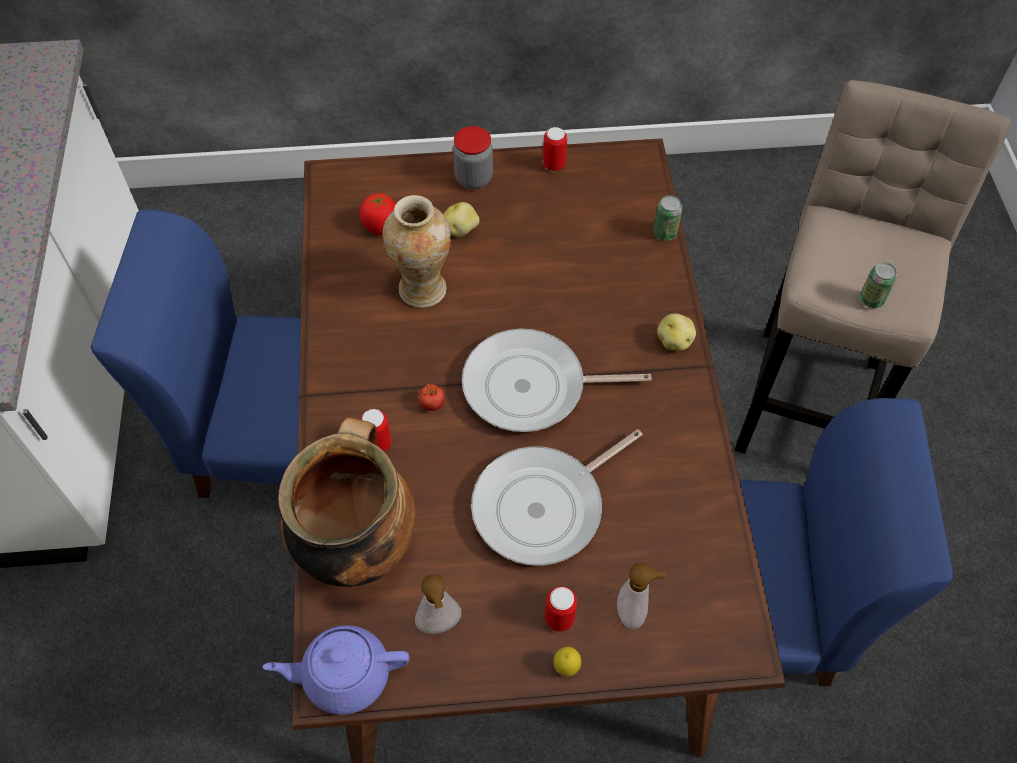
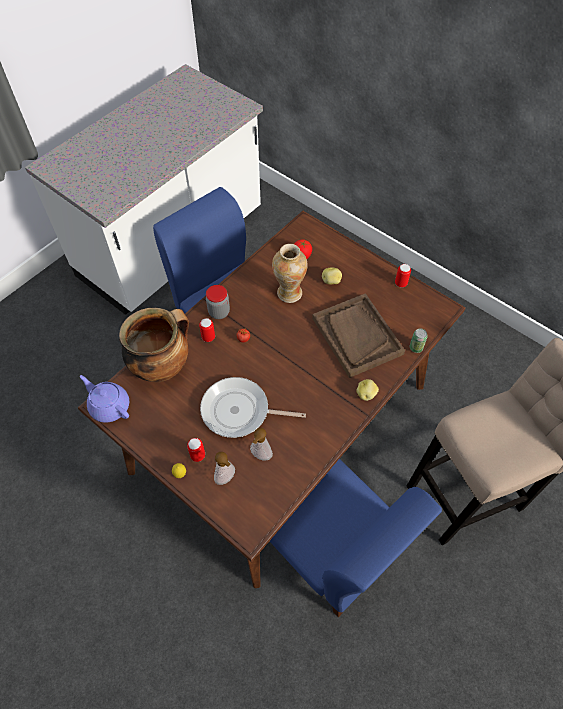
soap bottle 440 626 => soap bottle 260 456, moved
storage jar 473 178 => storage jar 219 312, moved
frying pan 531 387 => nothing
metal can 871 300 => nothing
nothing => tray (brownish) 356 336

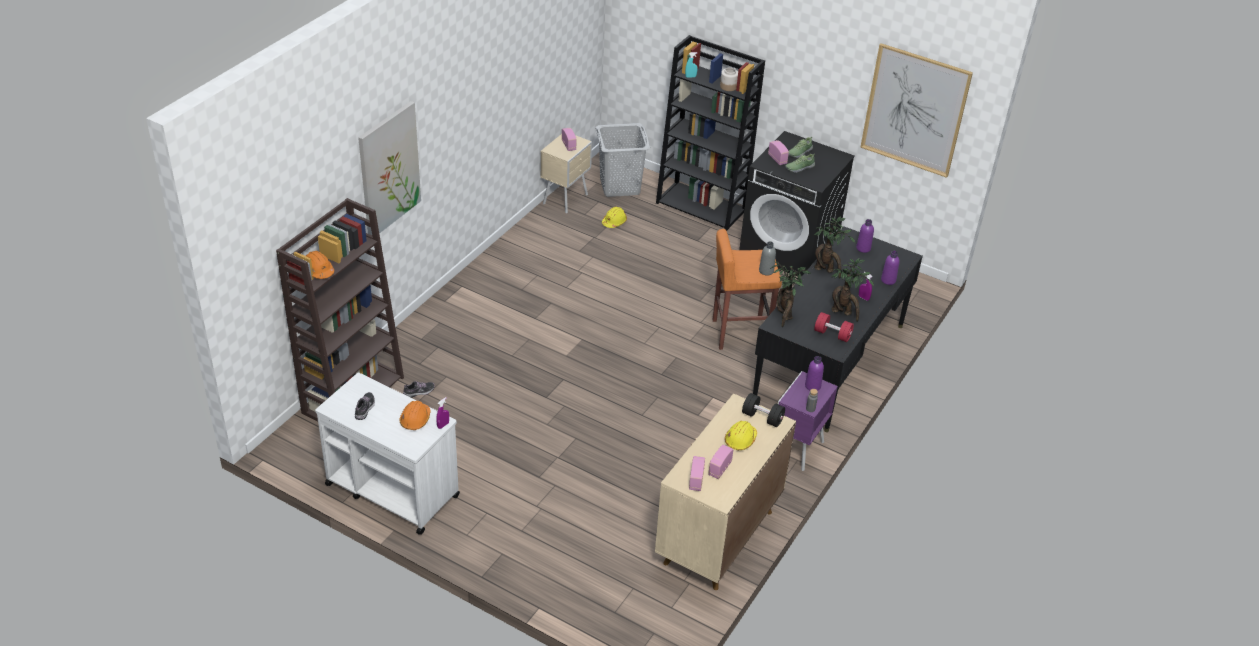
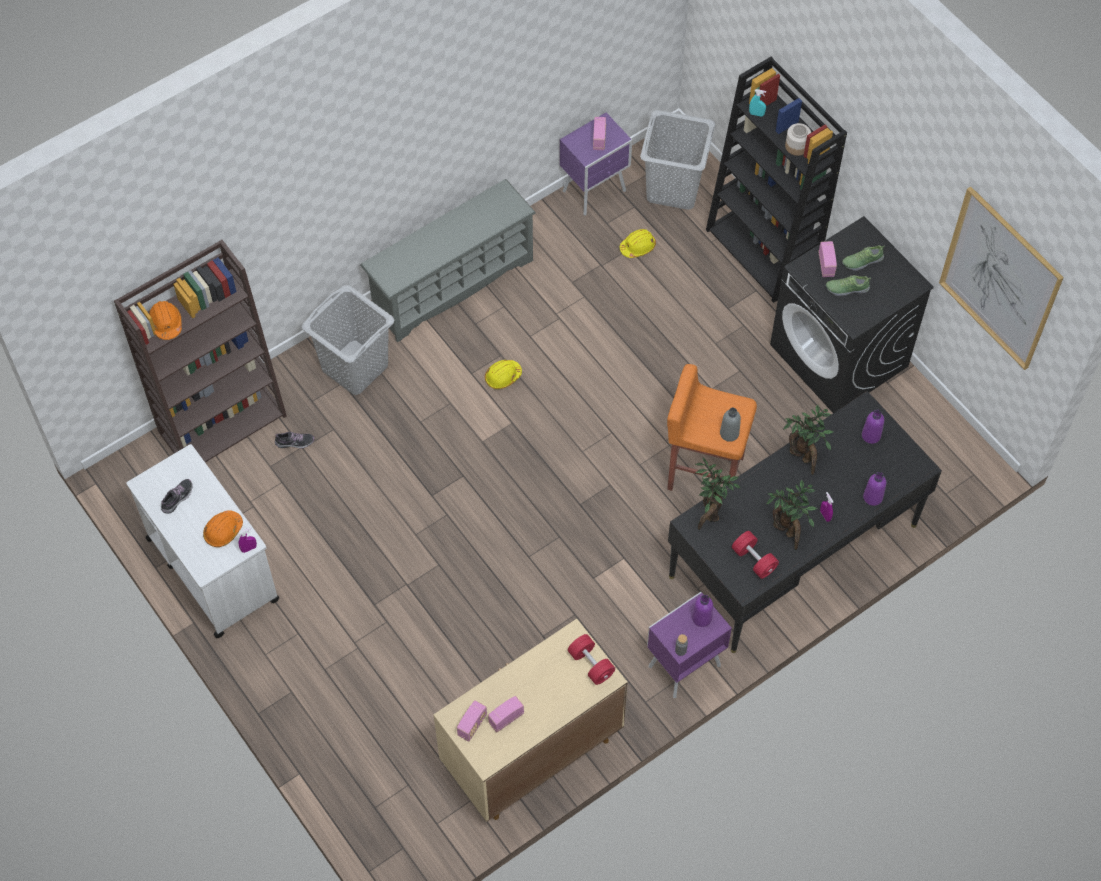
wall art 389 169 => nothing
bedside table (sand-coloured) 566 199 => bedside table (purple-coloured) 596 191
hard hat (yellowish) 740 440 => hard hat (yellowish) 503 377, moved
dumbbell (black) 762 417 => dumbbell (reddish) 591 664
nothing => laundry basket (greyish) 355 367
nothing => shoe rack (greyish) 452 283

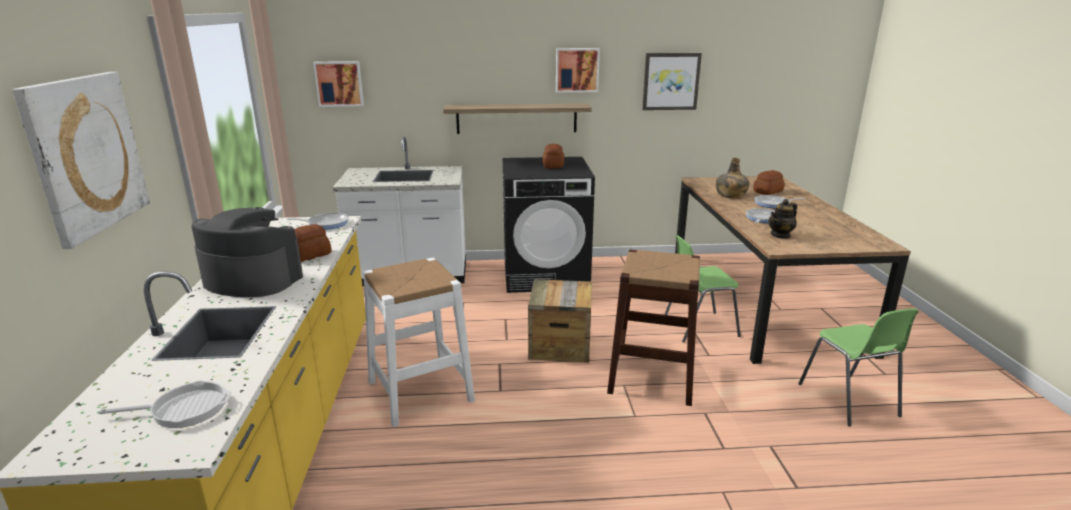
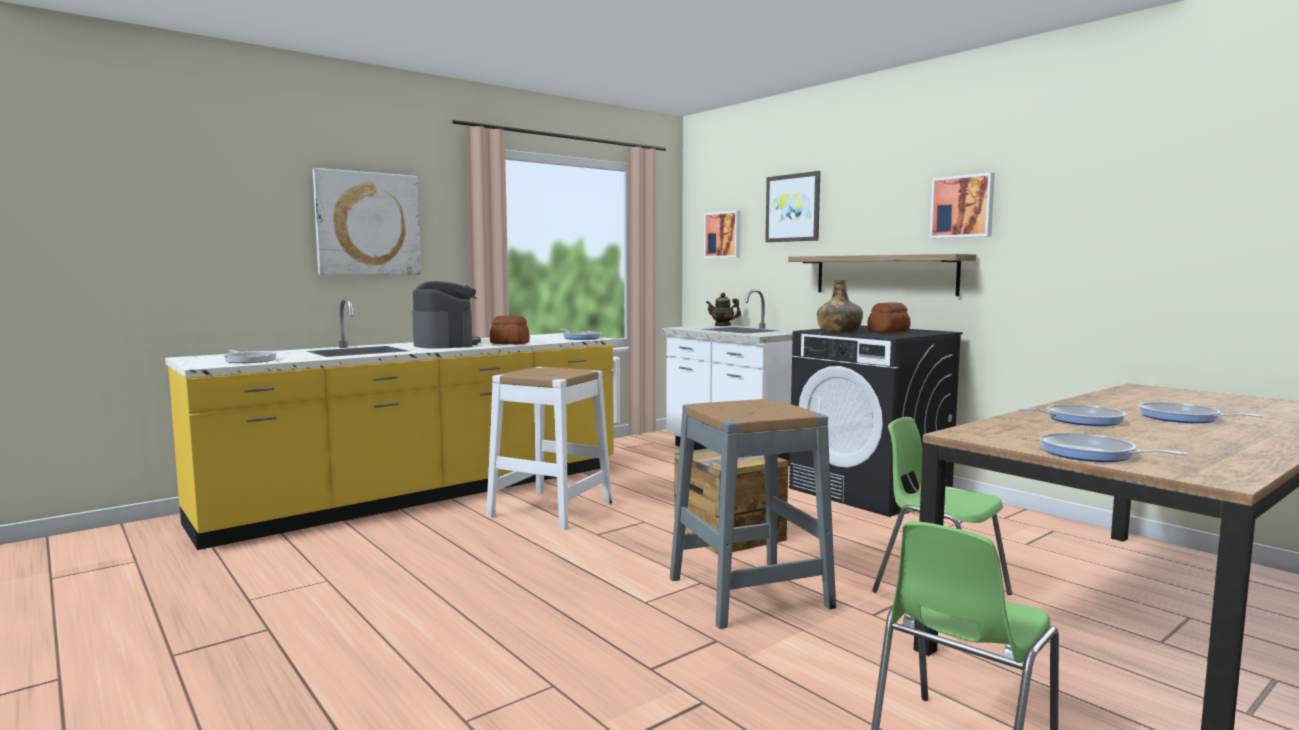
stool seat (brownish) 652 376 => stool seat (greyish) 749 592
wall art 671 81 => wall art 793 208, moved
bottle (greenish) 730 195 => bottle (greenish) 838 331, moved
bread 767 191 => nothing
pot for tea 780 235 => pot for tea 722 325, moved
nothing => frying pan 1092 454

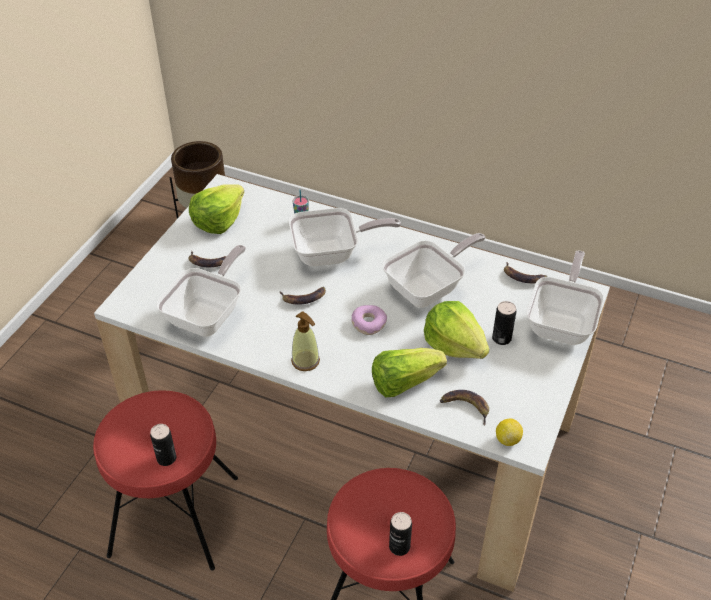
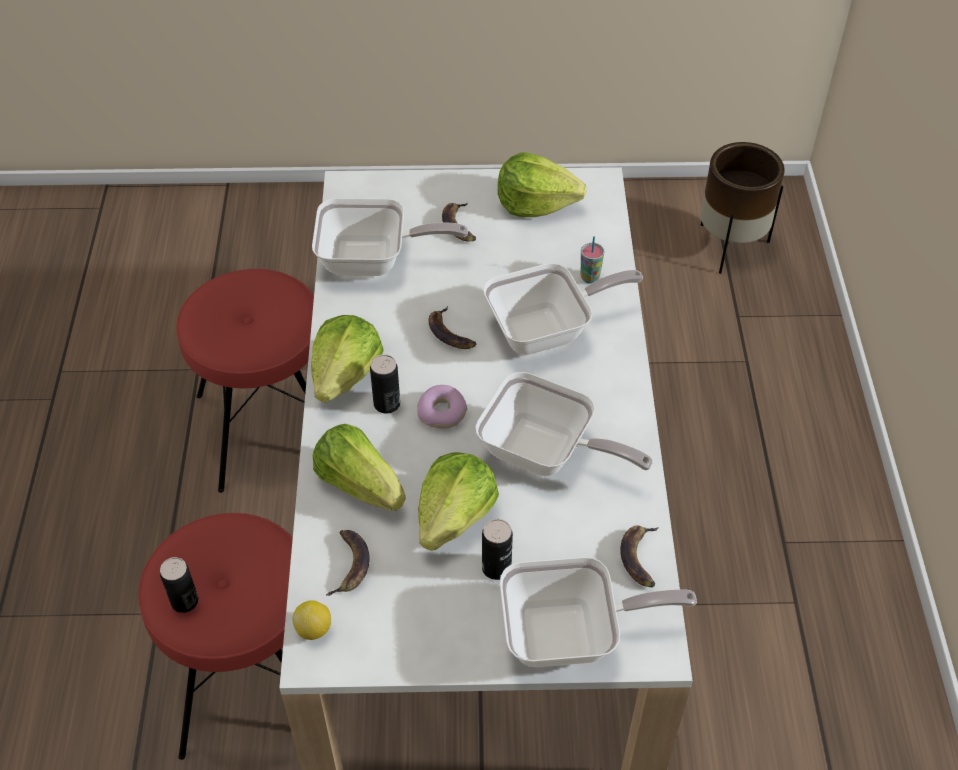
metal can 166 458 => metal can 387 404, moved
frying pan 332 254 => frying pan 547 330, 75 degrees counterclockwise
soap bottle 305 361 => lettuce 346 375

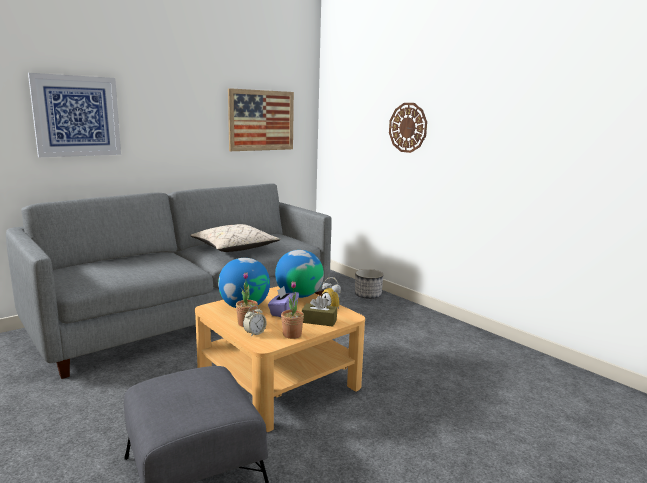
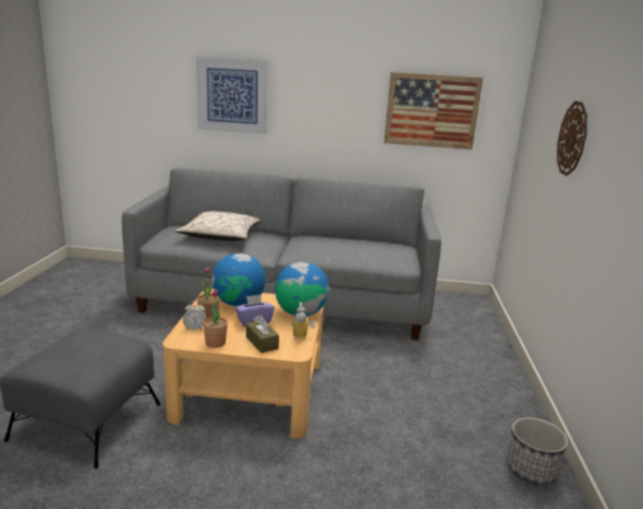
pillow (sand-coloured) 234 248 => pillow (sand-coloured) 220 237, moved
flower pot 368 295 => flower pot 531 470, moved

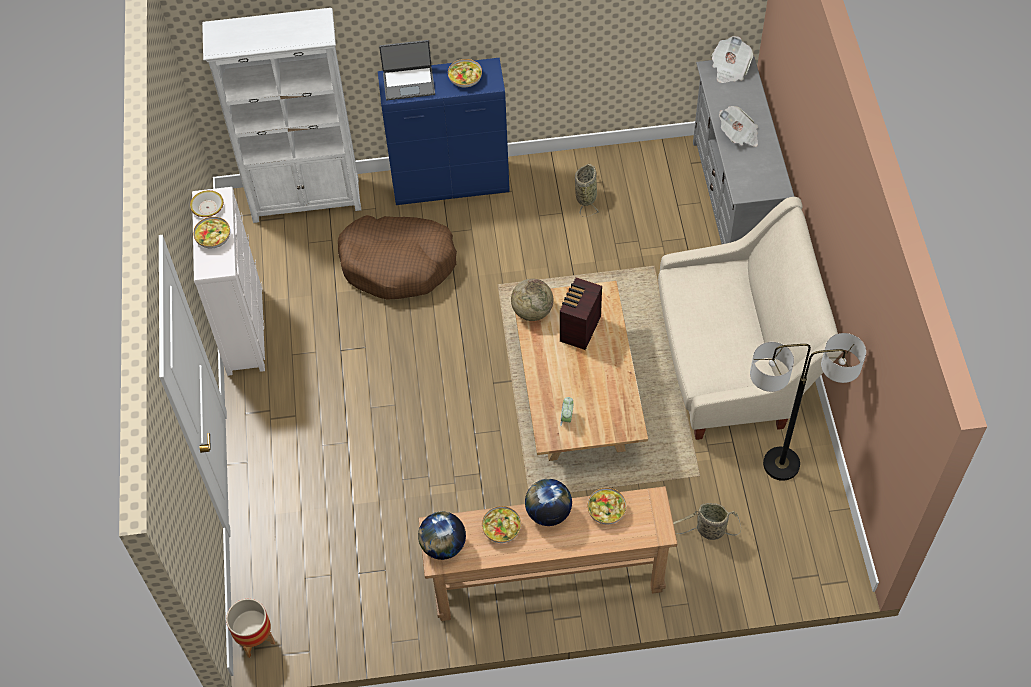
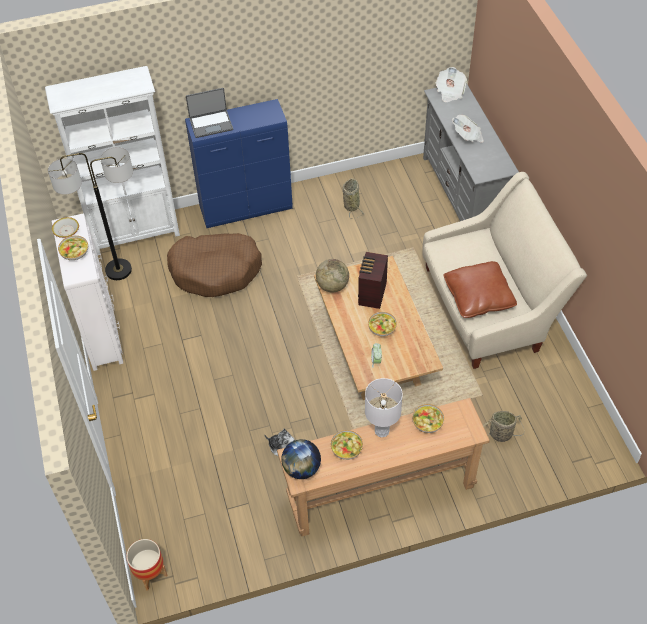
bowl 465 79 => bowl 382 328, moved
globe 548 512 => tabletop lamp (white) 381 431
standing lamp 781 464 => standing lamp 118 270, moved
nothing => plush toy 281 447
nothing => pillow (brownish) 478 297

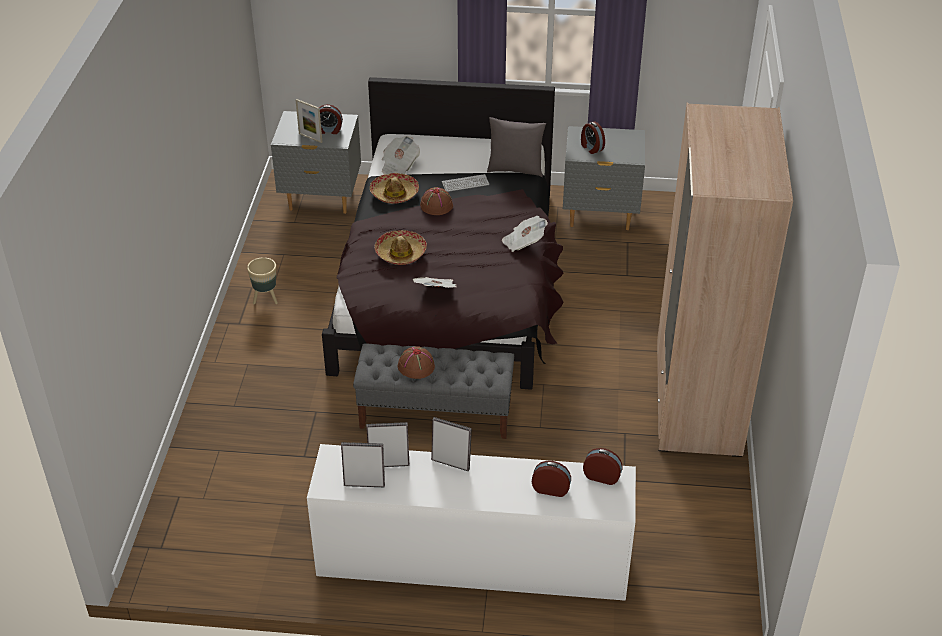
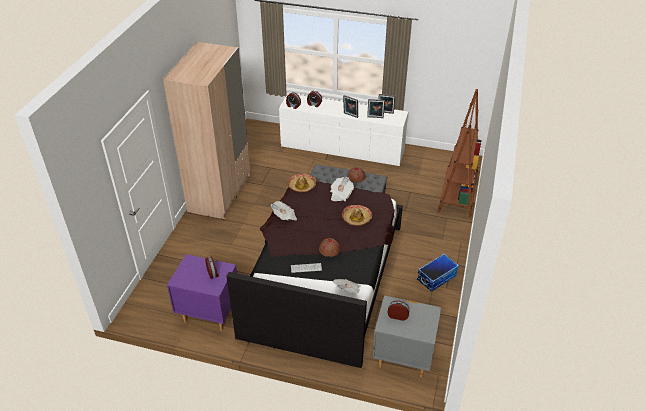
flower pot (sand-coloured) 266 300 => storage box 436 277
photo frame 310 138 => nothing
wearable hat 394 194 => wearable hat 302 186, moved
pillow (greyish) 515 169 => nothing
bedside table (greyish) 600 216 => bedside table (purple-coloured) 209 314
nothing => shelving unit (brownish) 457 194

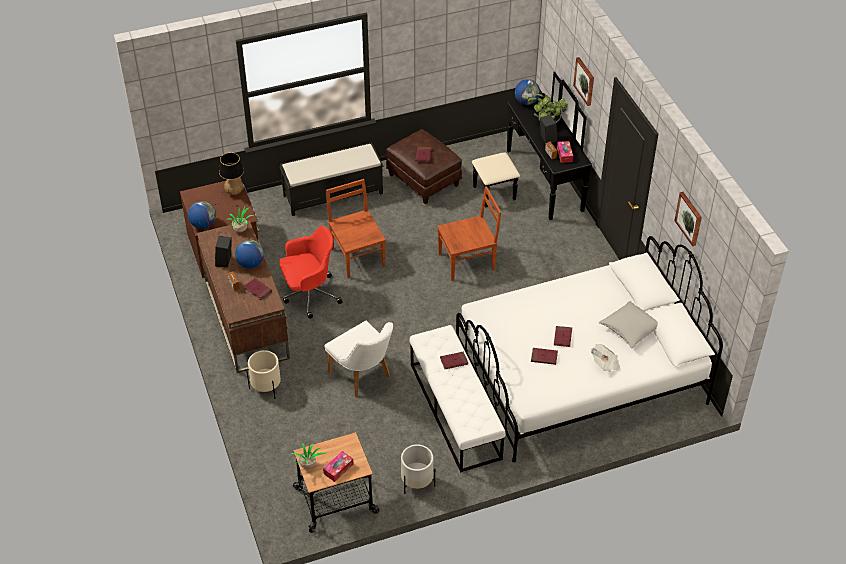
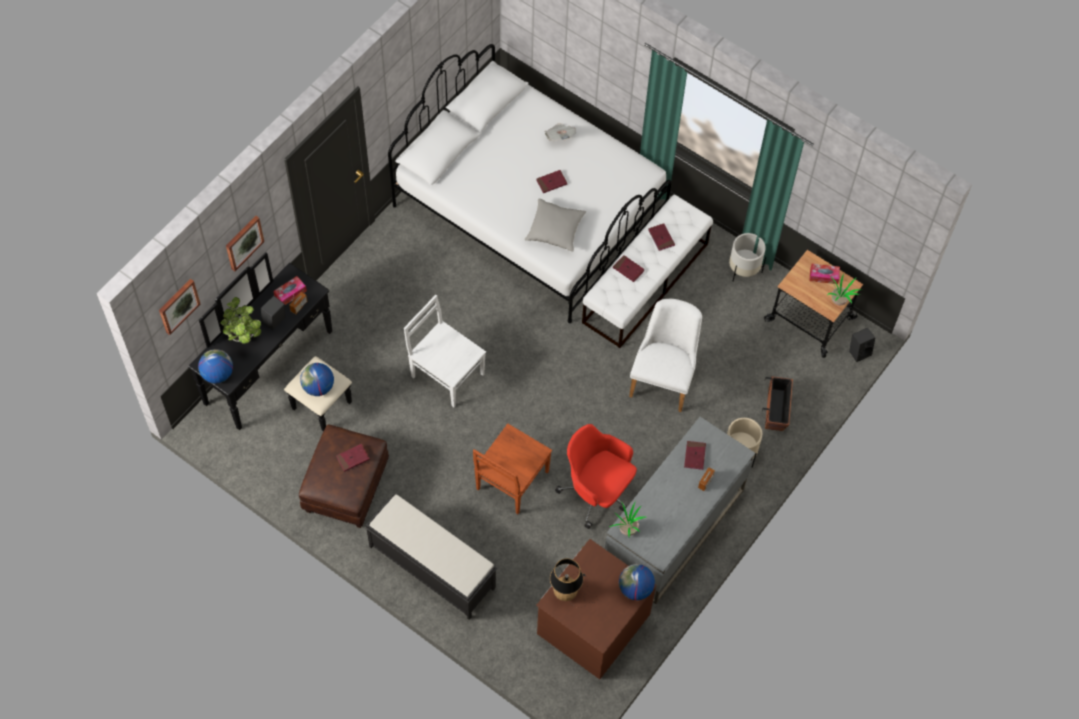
desk unit (brownish) 246 320 => desk unit (greyish) 673 529
speaker (black) 225 262 => speaker (black) 859 351, moved
globe 250 264 => globe 318 387, moved
plain chair (brownish) 468 261 => plain chair (white) 446 374
bound book (reddish) 544 357 => bound book (reddish) 661 238, moved
pillow (greyish) 630 329 => pillow (greyish) 555 230, moved
wall art 689 218 => wall art 178 306, moved
nothing => flower pot 776 409

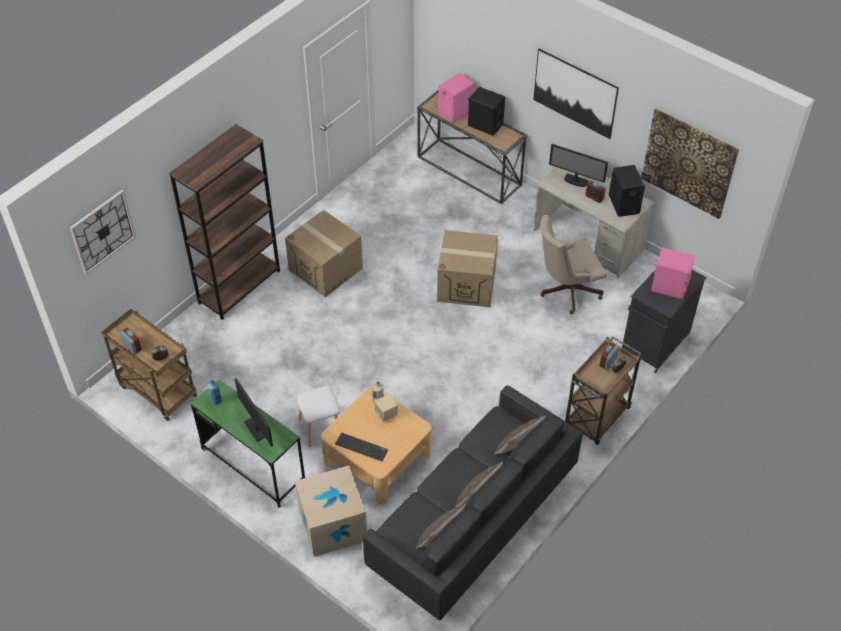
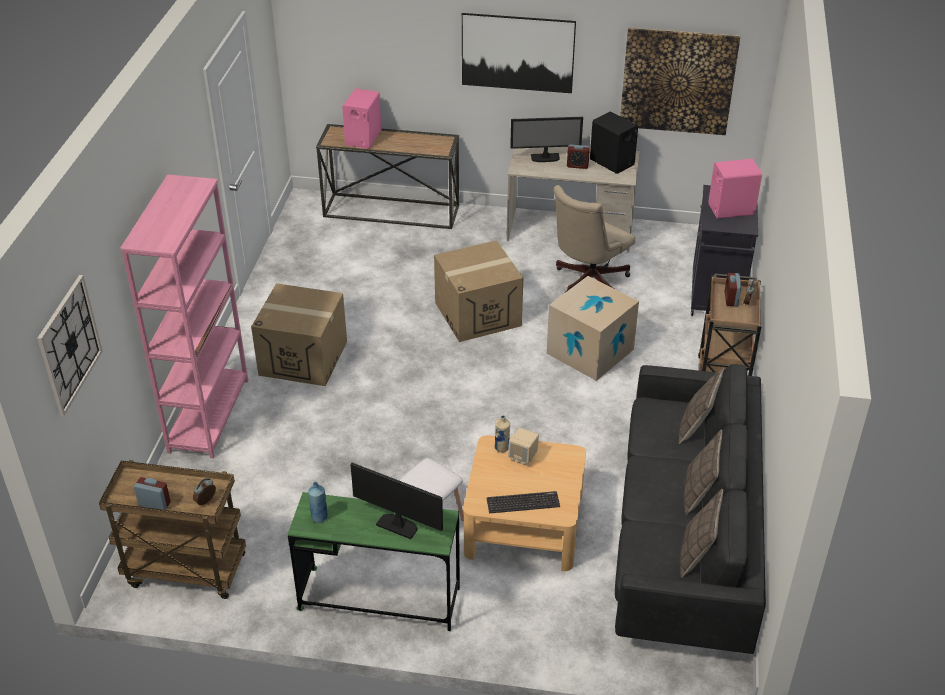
shelving unit (brownish) 239 286 => shelving unit (pinkish) 209 415
carton 333 525 => carton 590 351, moved
speaker (black) 485 125 => nothing

